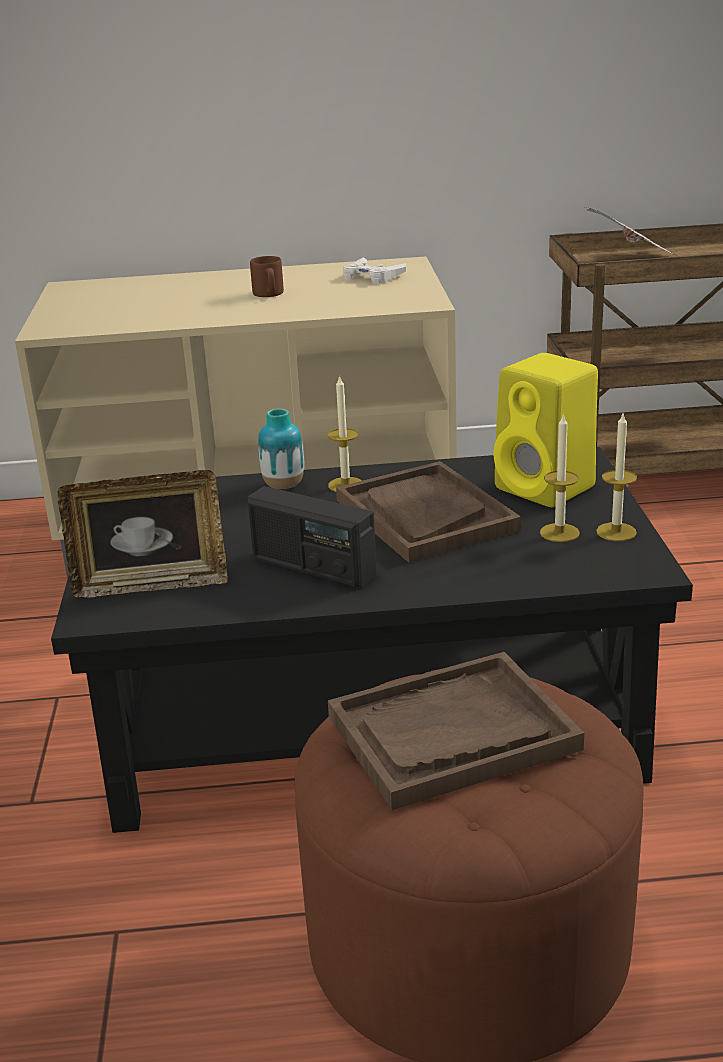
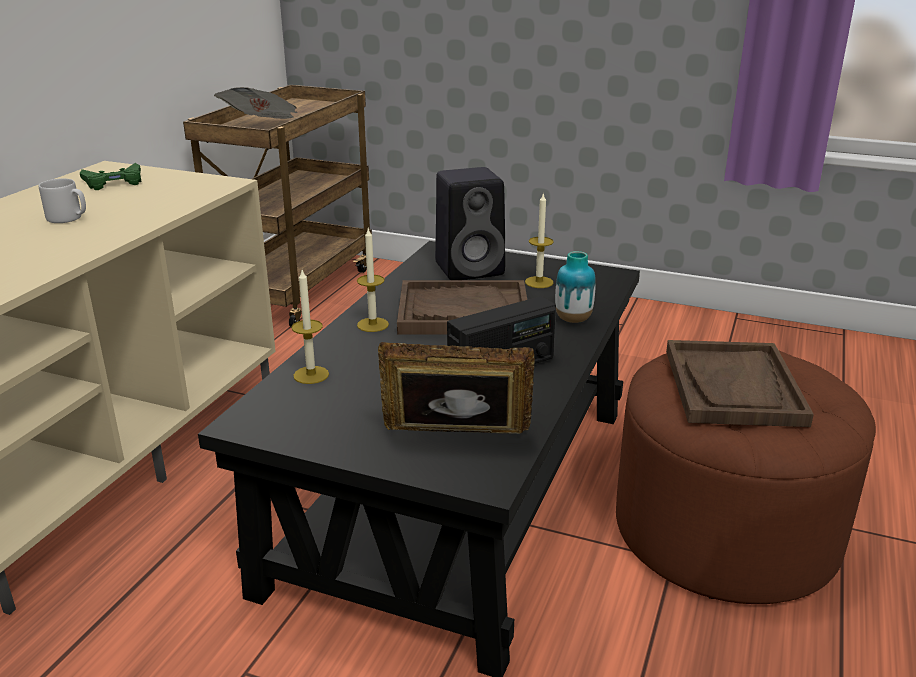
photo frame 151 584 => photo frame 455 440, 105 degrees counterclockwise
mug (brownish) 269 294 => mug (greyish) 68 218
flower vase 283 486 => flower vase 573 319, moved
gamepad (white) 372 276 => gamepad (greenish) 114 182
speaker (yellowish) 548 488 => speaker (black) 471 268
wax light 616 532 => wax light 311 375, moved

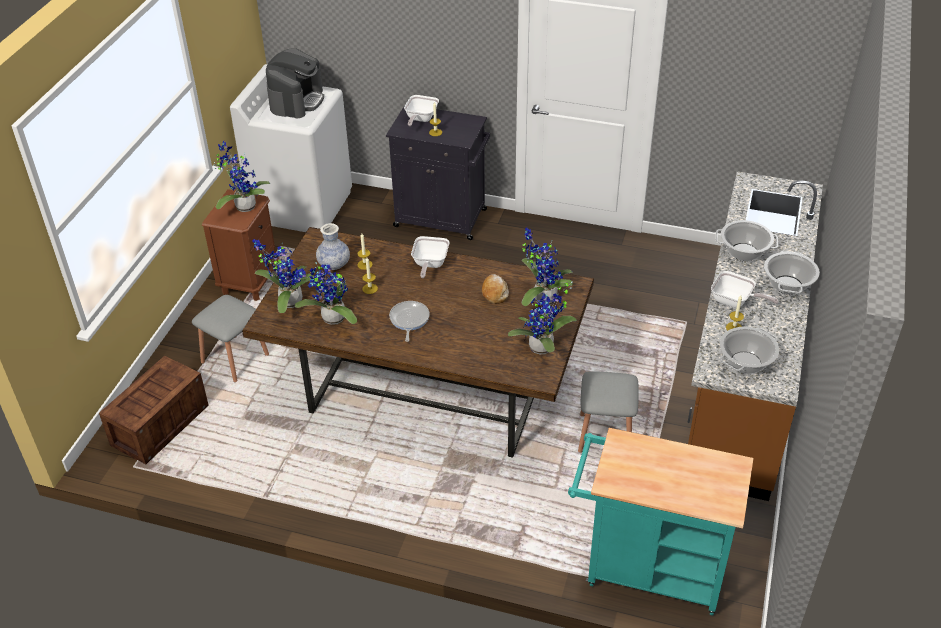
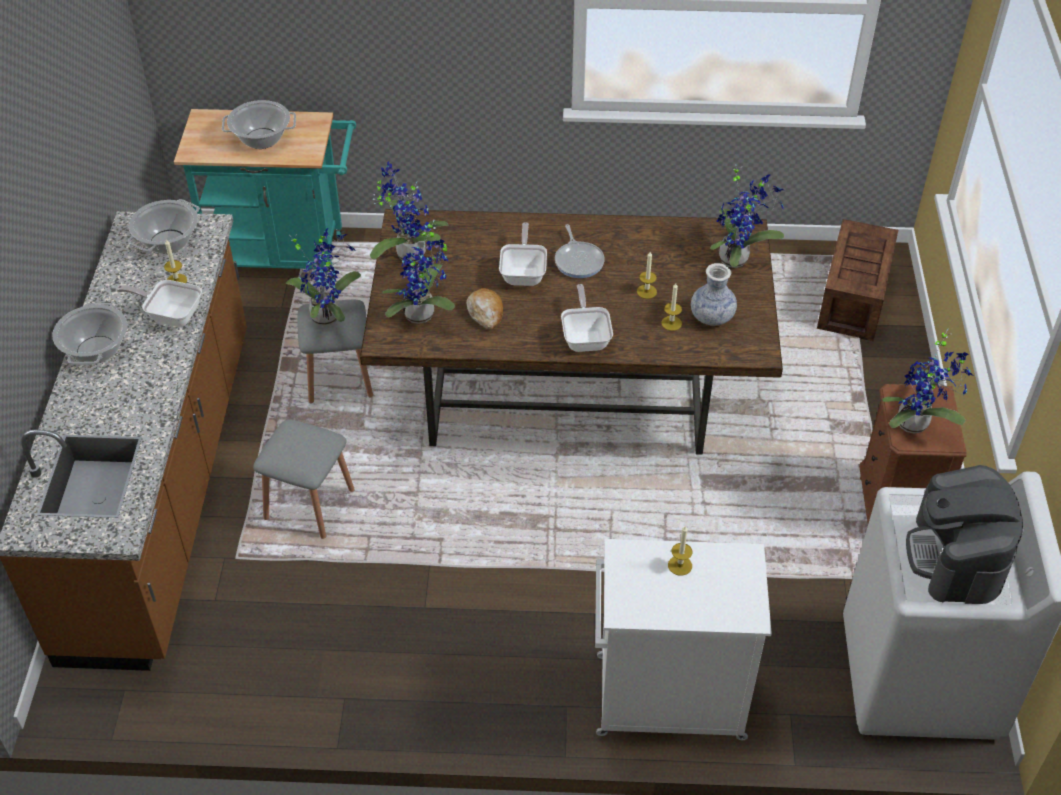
stool seat (greyish) 235 358 => stool seat (greyish) 309 504, moved
houseplant 331 319 => houseplant 327 315, moved
storage cabinet (black) 442 218 => storage cabinet (white) 666 697
frying pan 420 119 => frying pan 524 273, moved
stockpot 743 252 => stockpot 262 139, moved

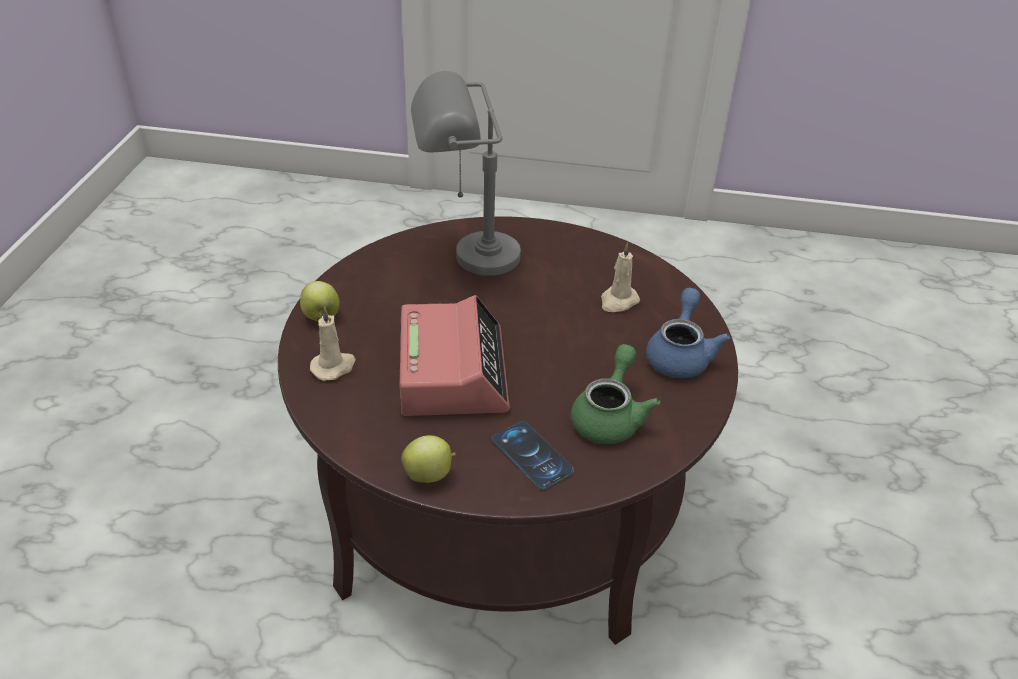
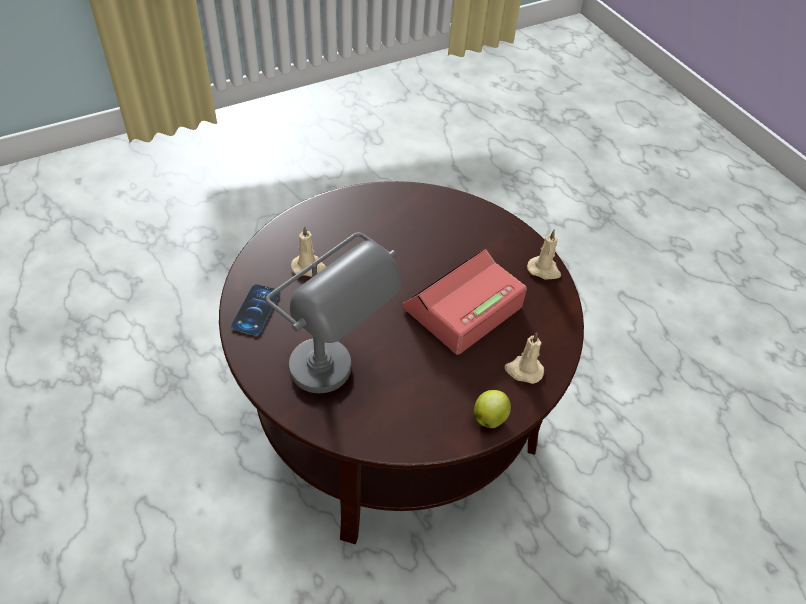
whole apple 429 475 => wax light (sand-coloured) 544 270
telephone 532 455 => telephone 256 310, moved
pot for tea (greenish) 610 416 => nothing
pot for tea (blue) 680 354 => nothing

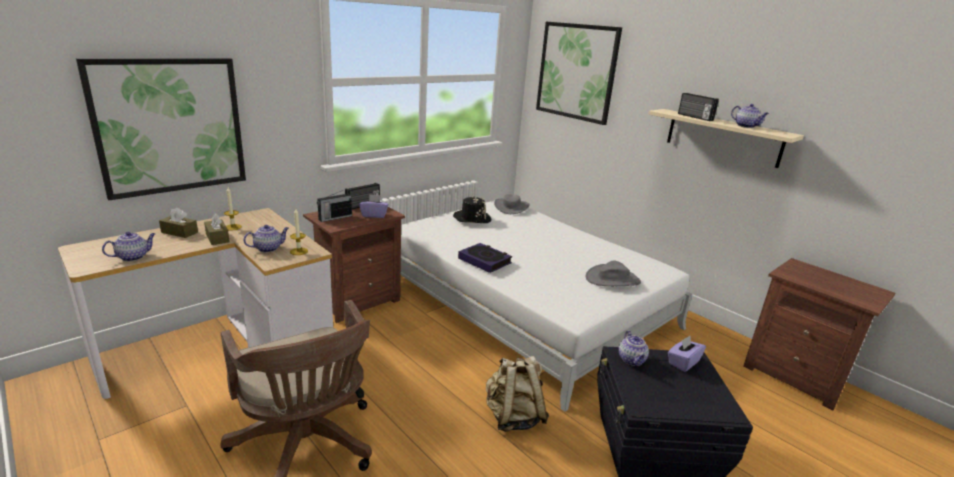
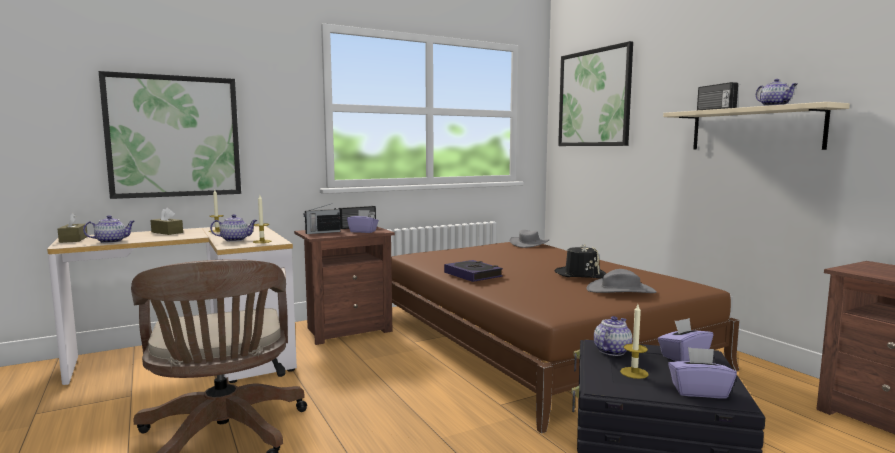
tissue holder (brownish) 217 238 => tissue holder (brownish) 73 239, moved
bedroom bed (white) 525 303 => bedroom bed (brownish) 534 339
wearable hat (black) 472 218 => wearable hat (black) 581 274, moved
rucksack (sand-coloured) 513 417 => nothing
pot for tea 632 360 => pot for tea 612 351, 150 degrees counterclockwise
nothing => wax light 634 373
nothing => tissue holder (purple-coloured) 699 391

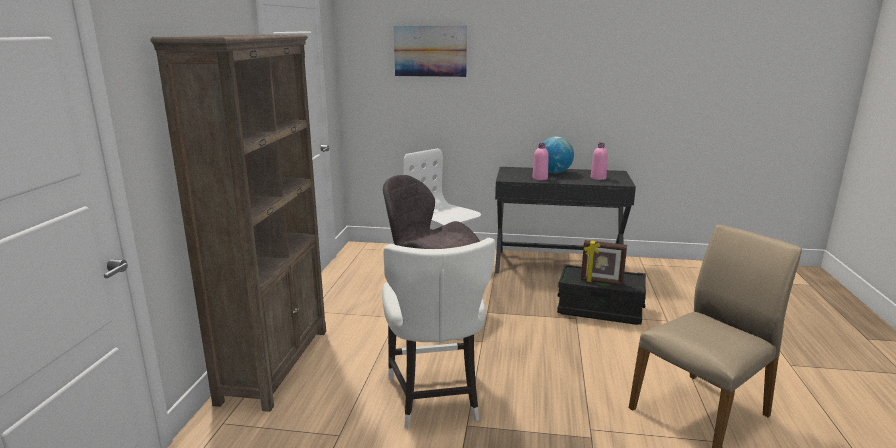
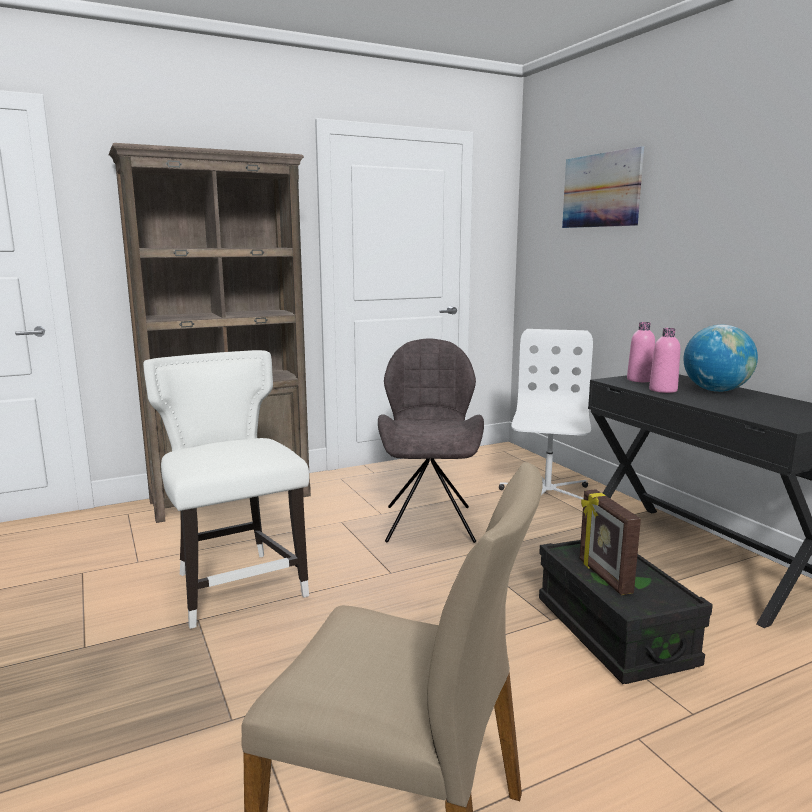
plain chair (white) 435 399 => plain chair (white) 236 585, 105 degrees clockwise
bottle (pinkish) 598 178 => bottle (pinkish) 639 380, moved

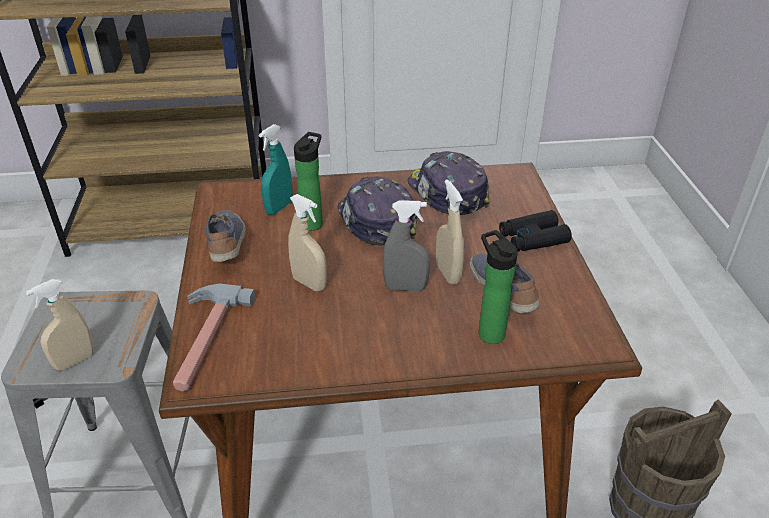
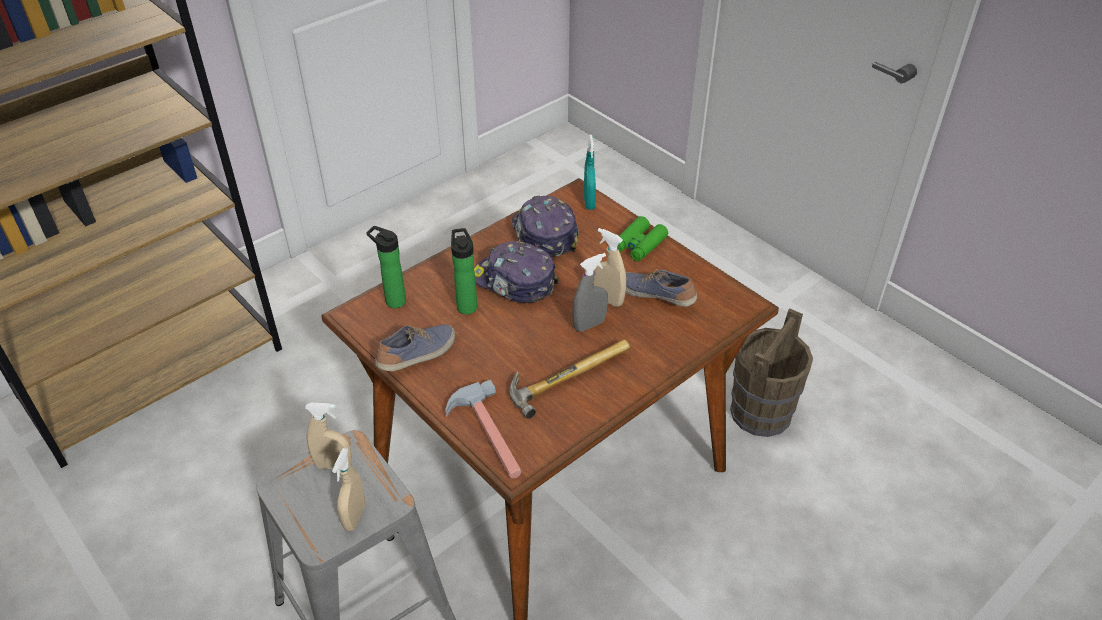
item of footwear 228 244 => item of footwear 418 356, 90 degrees clockwise
spray bottle (blue-green) 279 208 => spray bottle (blue-green) 589 202, moved
spray bottle (sand-coloured) 309 283 => spray bottle (sand-coloured) 333 465, moved
cap 446 194 => cap 544 234, 45 degrees clockwise
bottle 489 332 => bottle 393 300, moved
pair of binoculars (black) 533 238 => pair of binoculars (greenish) 639 245
nothing => tool hammer 566 374

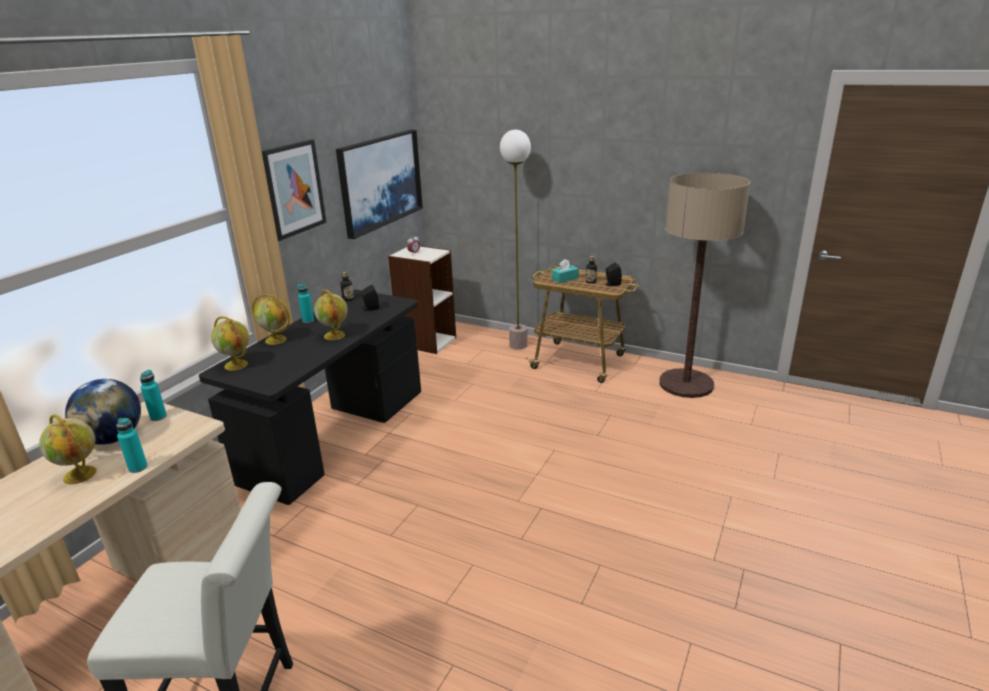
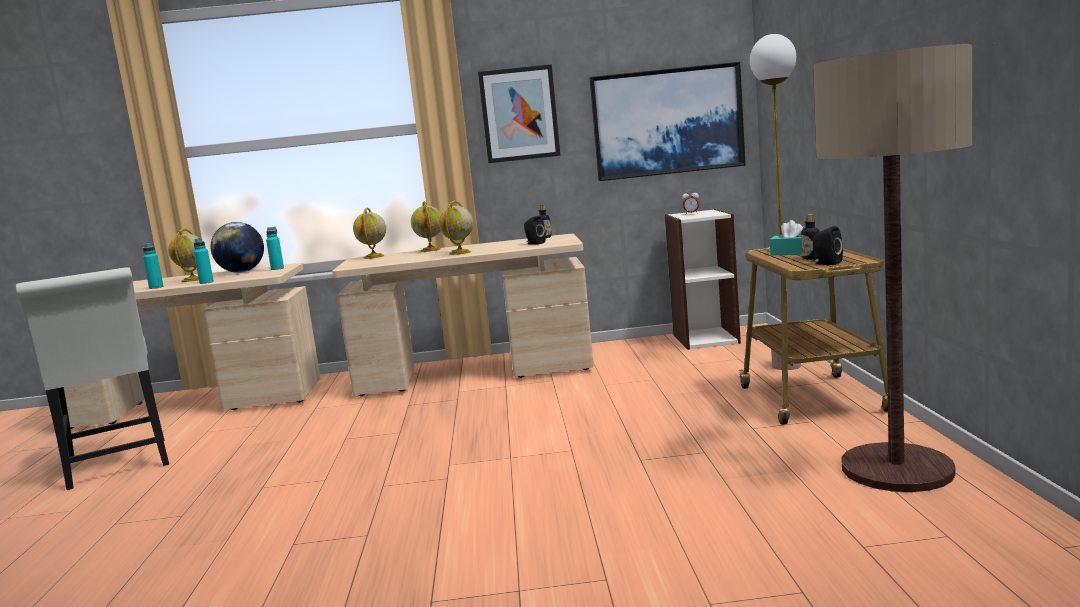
desk unit (black) 336 436 => desk unit (sand-coloured) 475 375
bottle (blue-green) 308 321 => bottle (blue-green) 156 287, moved

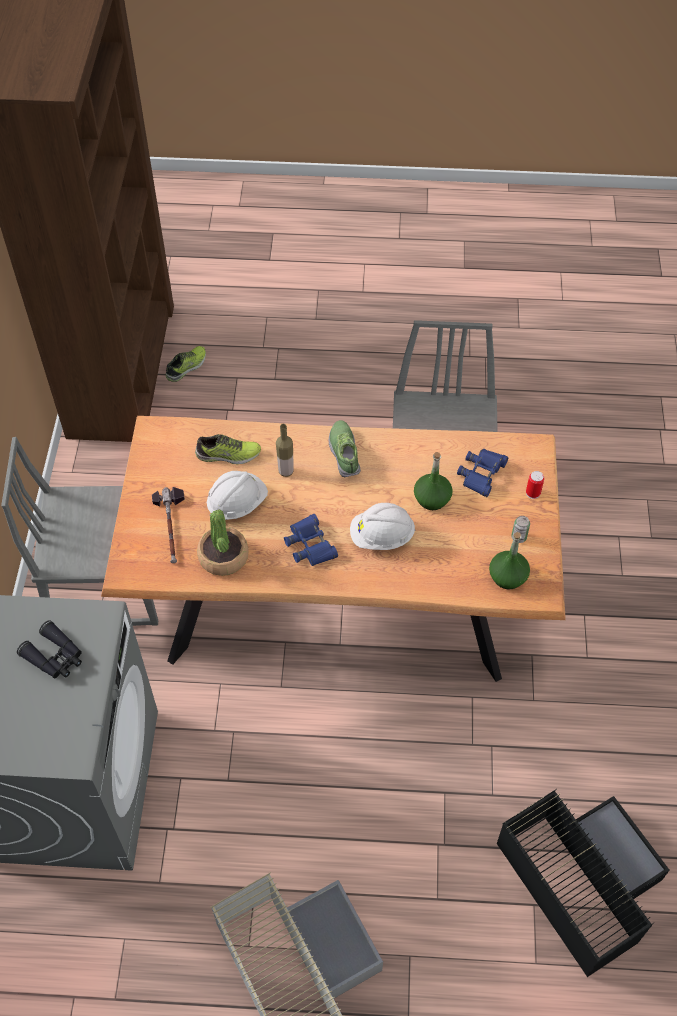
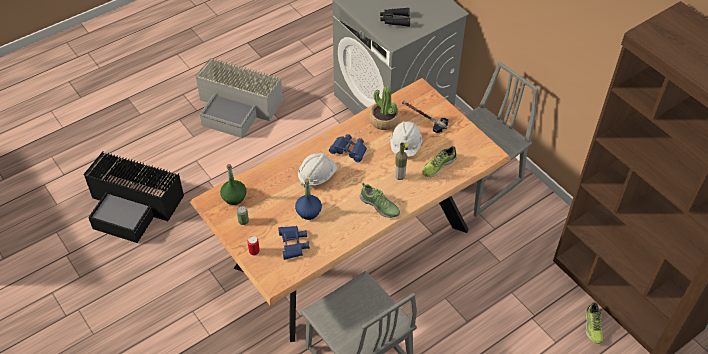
bottle (greenish) 432 498 => bottle (blue) 308 212

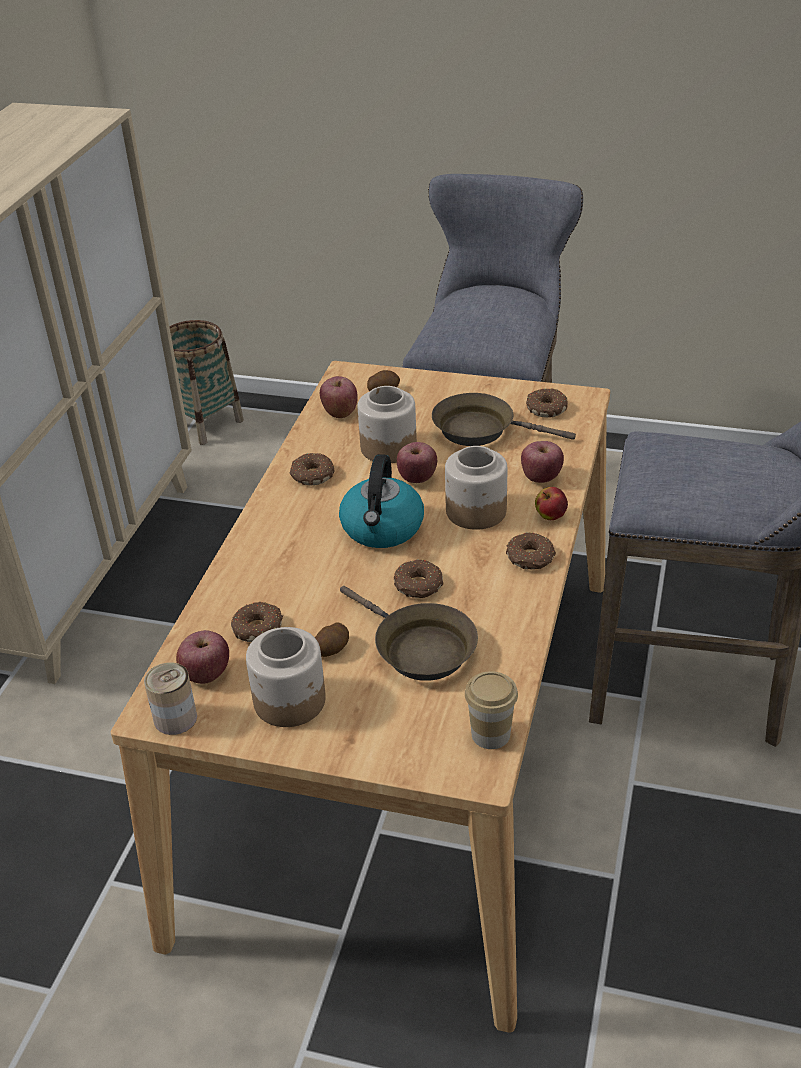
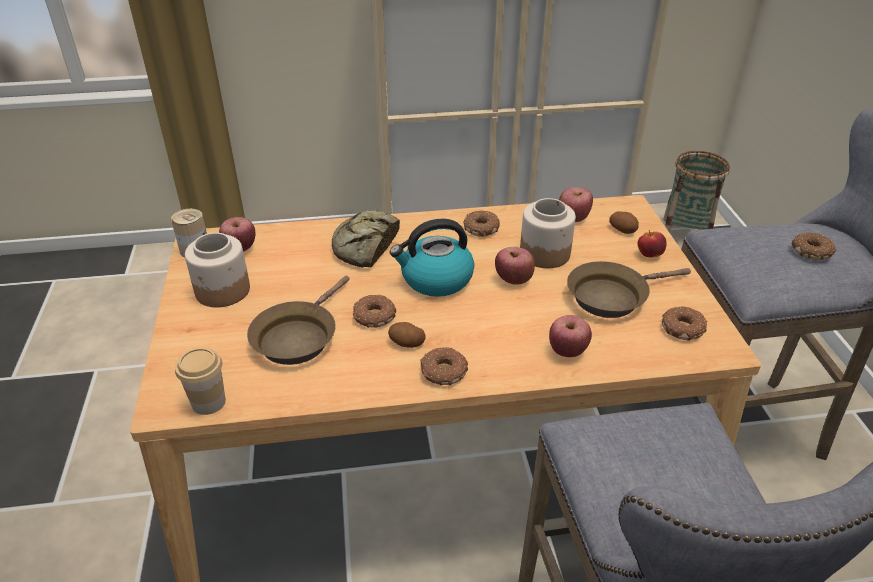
doughnut 258 628 => doughnut 812 251, moved
whole potato 332 649 => whole potato 406 343, moved
frying pan (brownish) 480 430 => frying pan (brownish) 612 296, 105 degrees counterclockwise
storage jar 475 511 => nothing
whole apple 550 516 => whole apple 649 255, moved
nothing => bread 365 246

